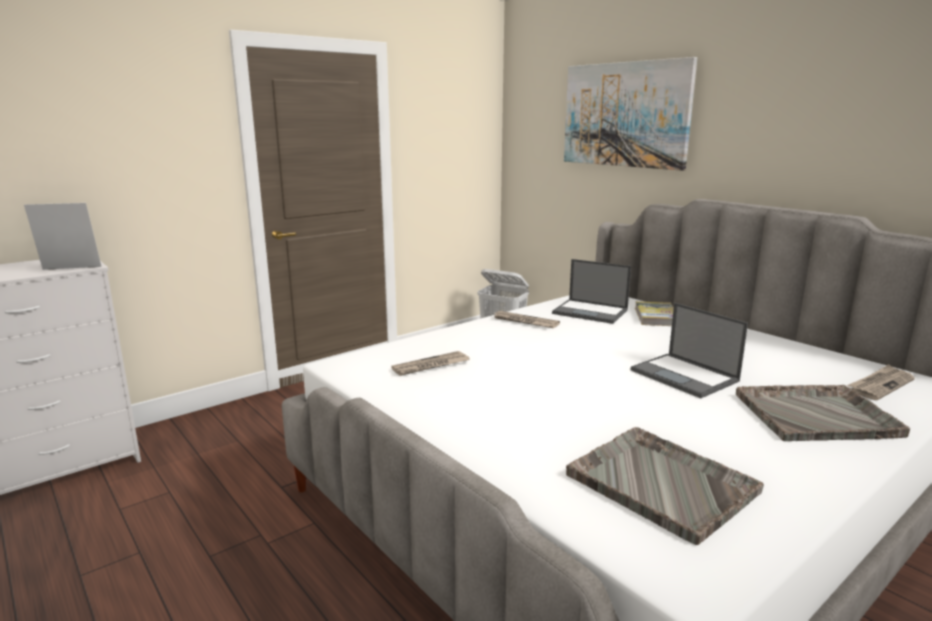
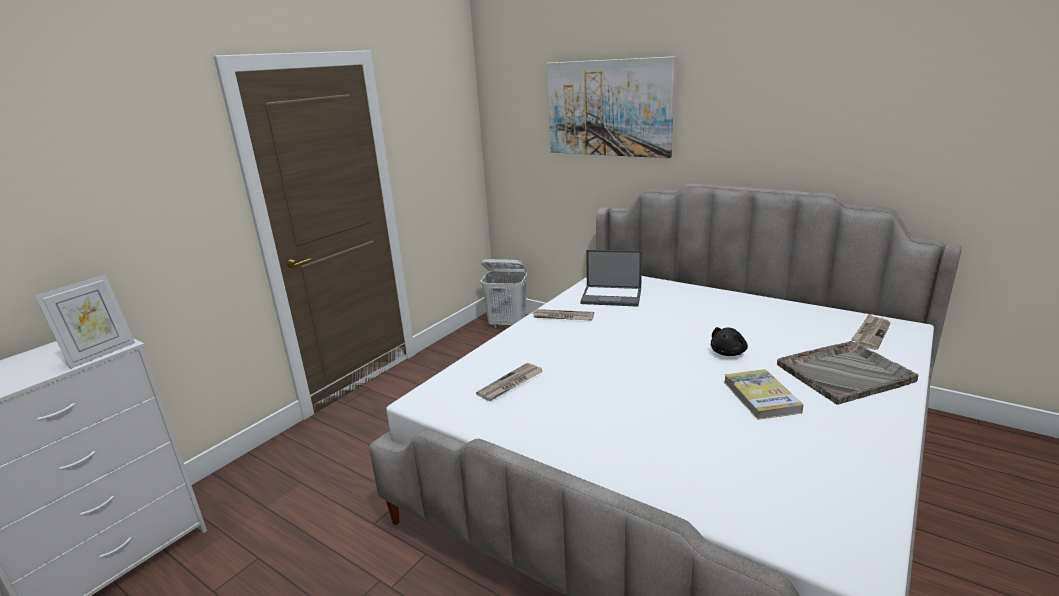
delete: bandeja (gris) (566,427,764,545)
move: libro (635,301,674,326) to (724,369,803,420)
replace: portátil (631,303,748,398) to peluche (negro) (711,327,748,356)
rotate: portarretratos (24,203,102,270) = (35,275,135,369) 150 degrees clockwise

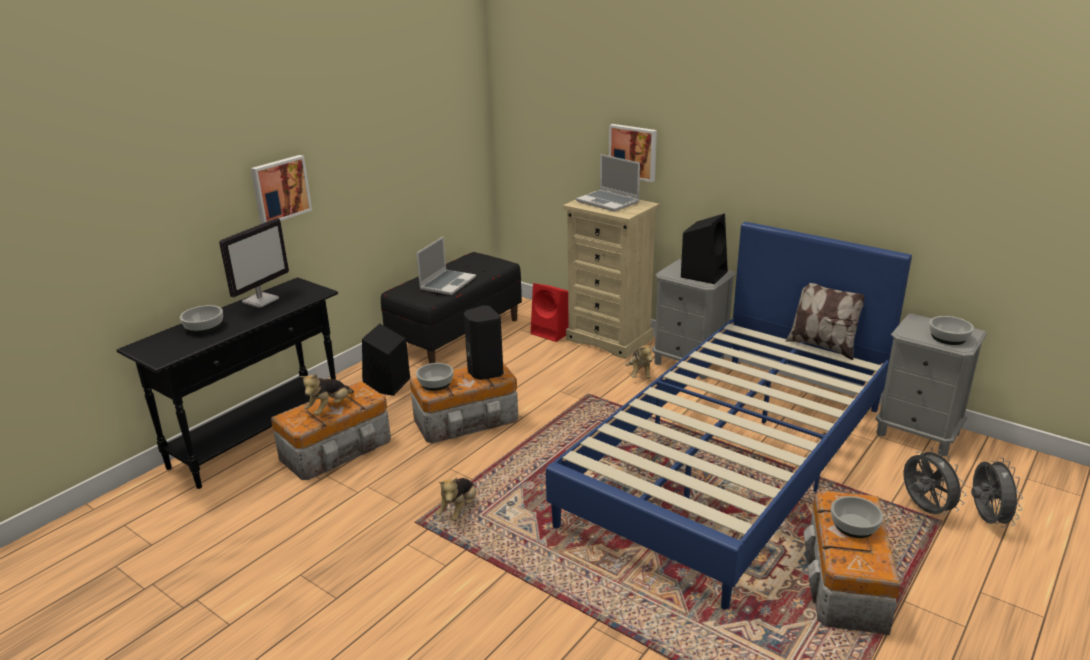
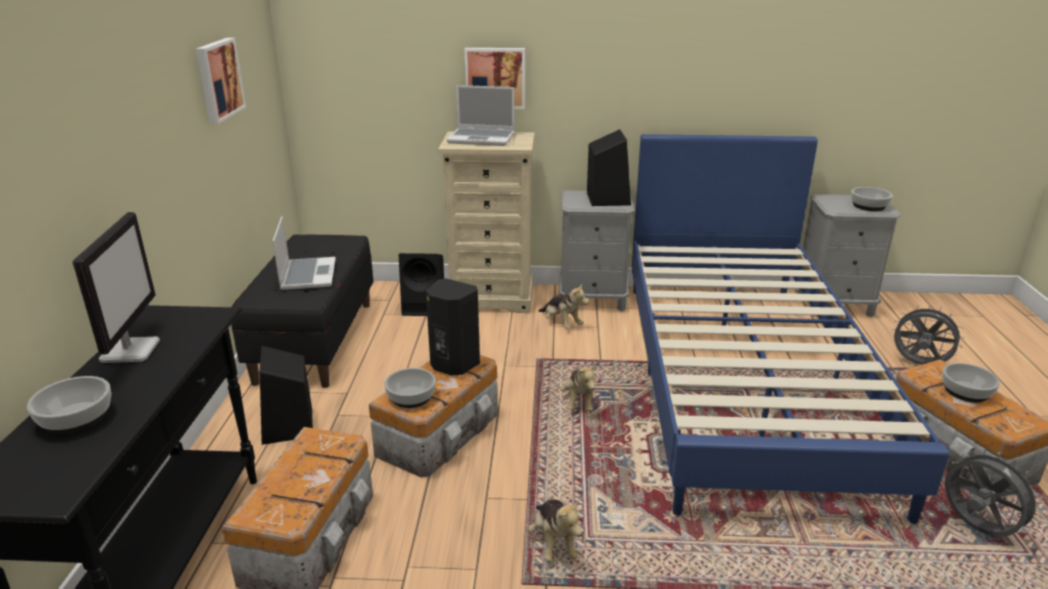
delete: cojín (785,283,865,360)
move: cuadro (251,155,312,224) to (196,38,246,124); peluche (300,374,354,416) to (560,363,596,412); ventilador (gris) (971,457,1023,528) to (945,449,1044,537)
recolor: altavoz (rojo) (531,283,569,342) to altavoz (negro) (399,253,444,316)

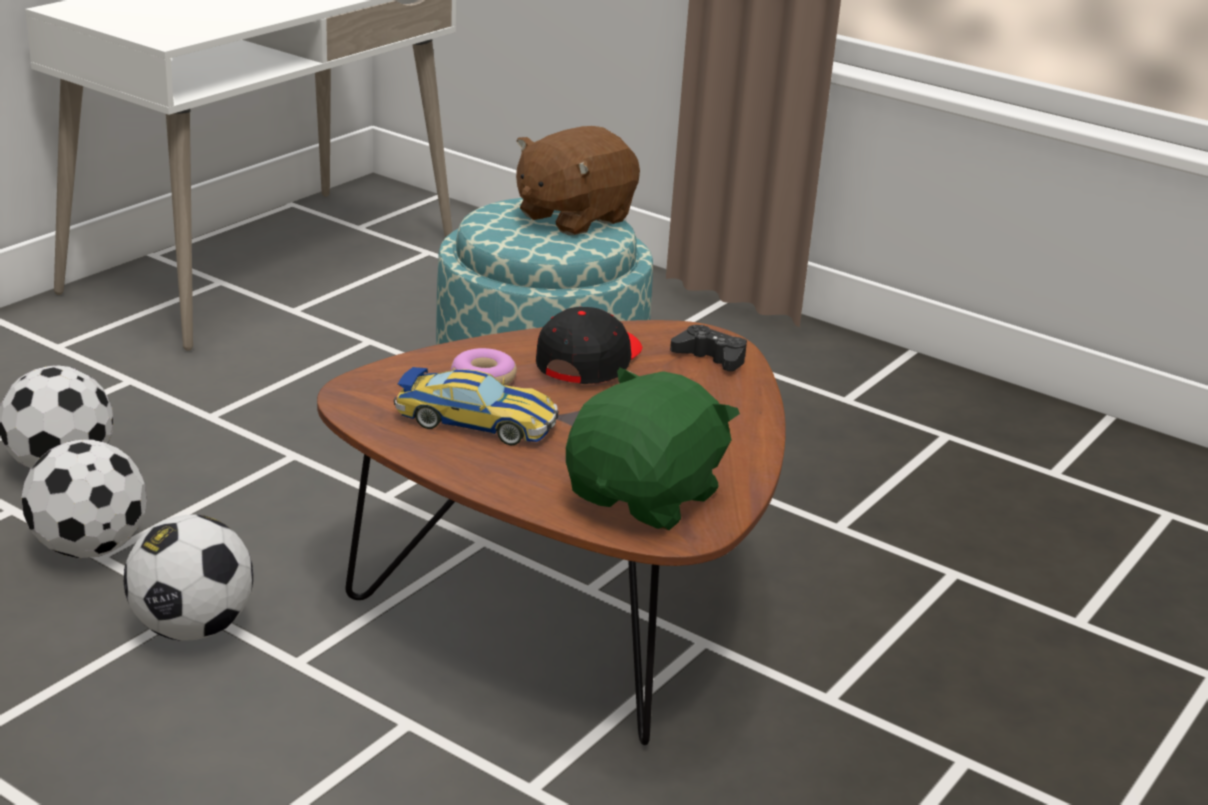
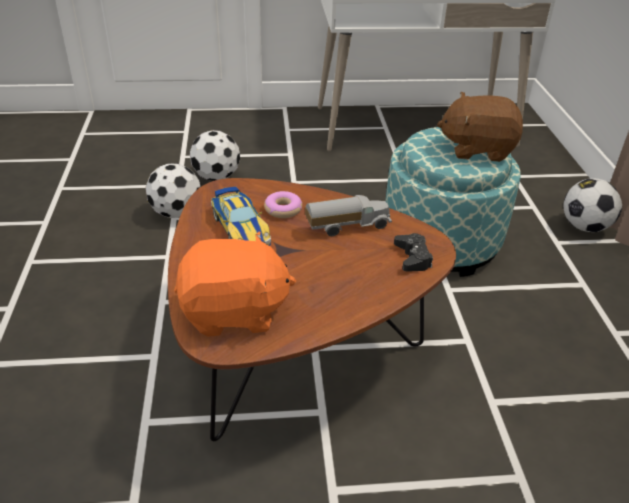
move: balón de fútbol (124,515,253,641) to (563,178,622,232)
replace: gorra (negro) (536,307,642,384) to camión de juguete (305,195,392,236)
recolor: peluche (verde) (566,367,740,530) to peluche (naranja) (174,231,296,337)

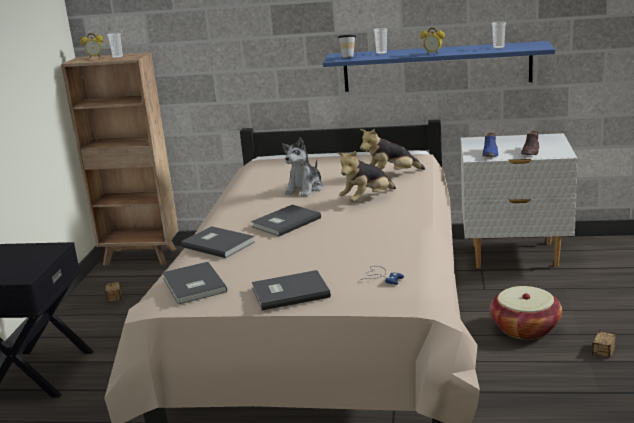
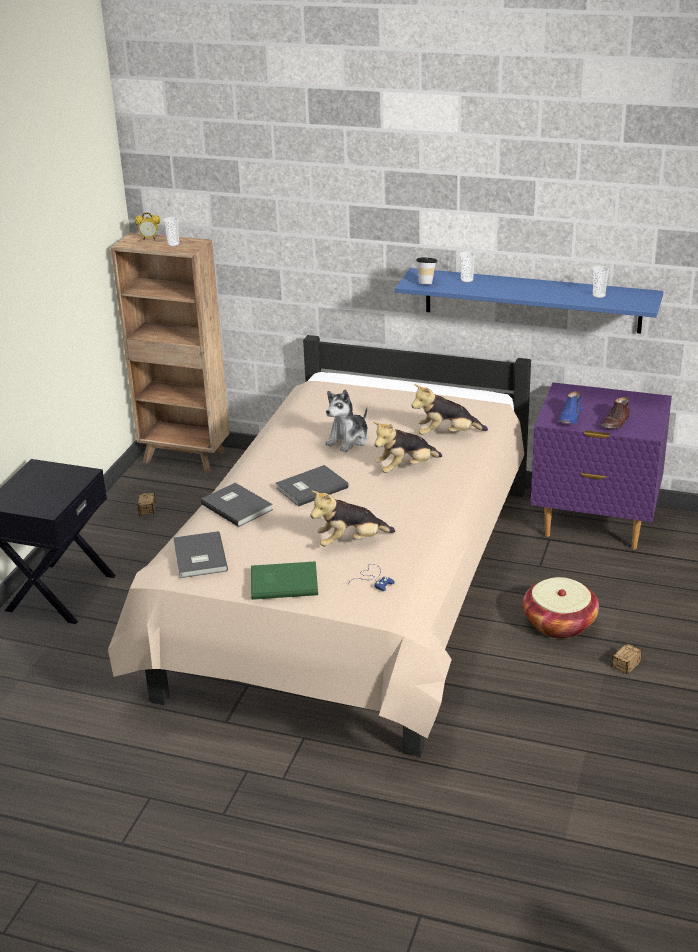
delete: despertador (420,28,445,54)
insert: peluche (310,491,395,546)
recolor: mesita de noche (blanco) (461,133,578,269) to mesita de noche (morado) (531,382,672,550); libro (gris) (252,270,331,311) to libro (verde) (251,561,318,600)

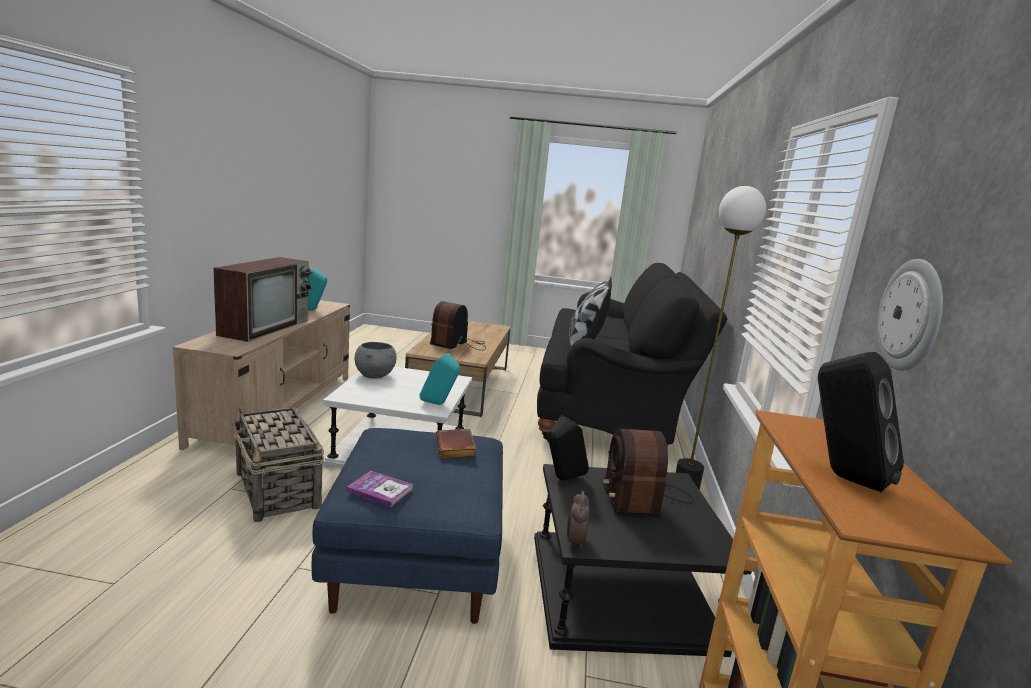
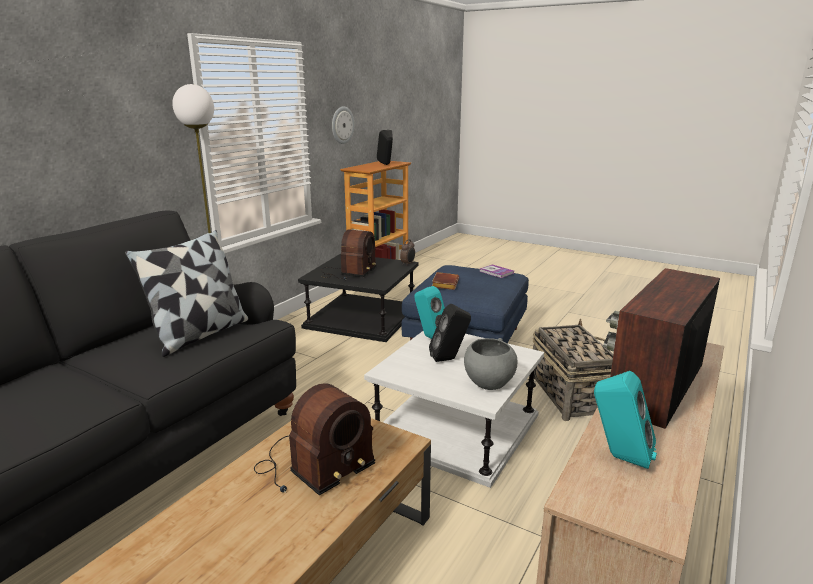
move: altavoz (negro) (548,415,589,480) to (429,304,471,362)

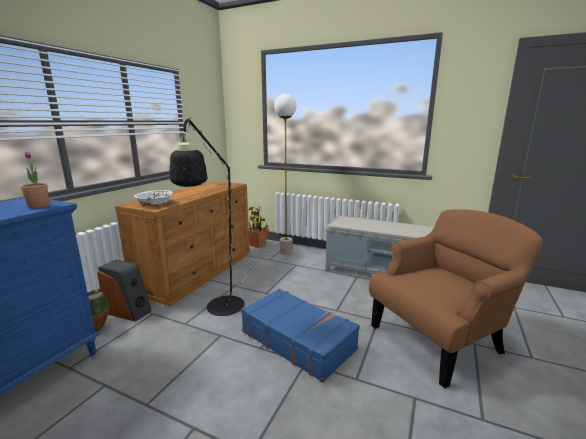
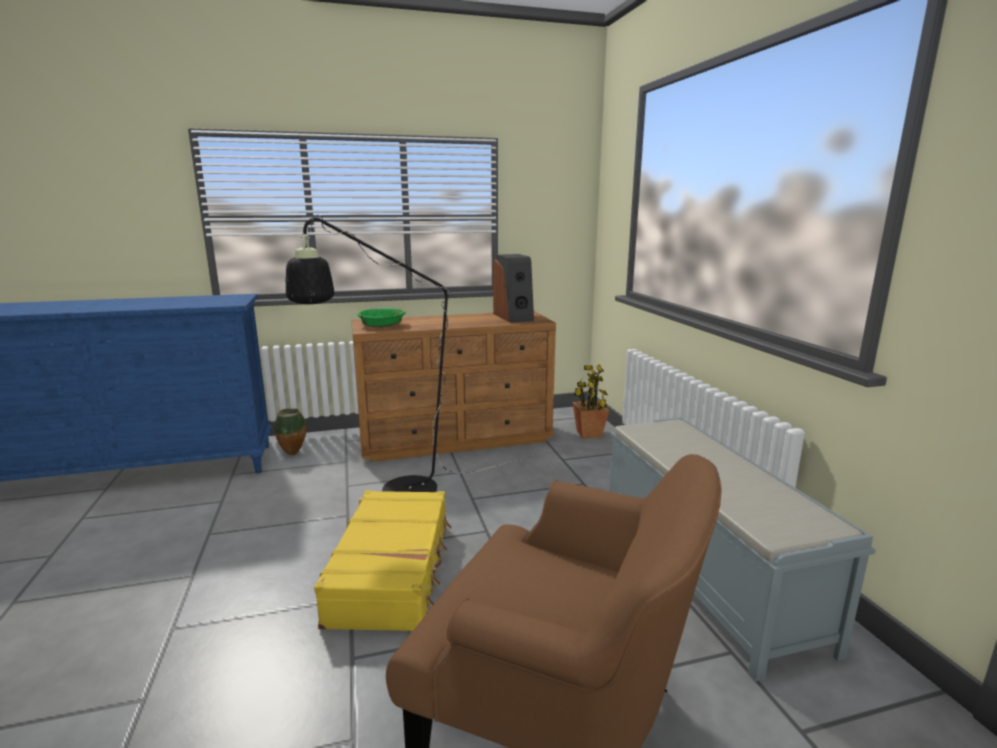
delete: lámpara de pie (274,93,296,255); planta en maceta (20,152,49,208)
move: altavoz (97,259,152,321) to (493,254,534,323)
recolor: cuenco (blanco) (134,190,173,206) to cuenco (verde) (357,308,406,327); maleta (azul) (241,289,360,383) to maleta (amarillo) (314,490,451,631)

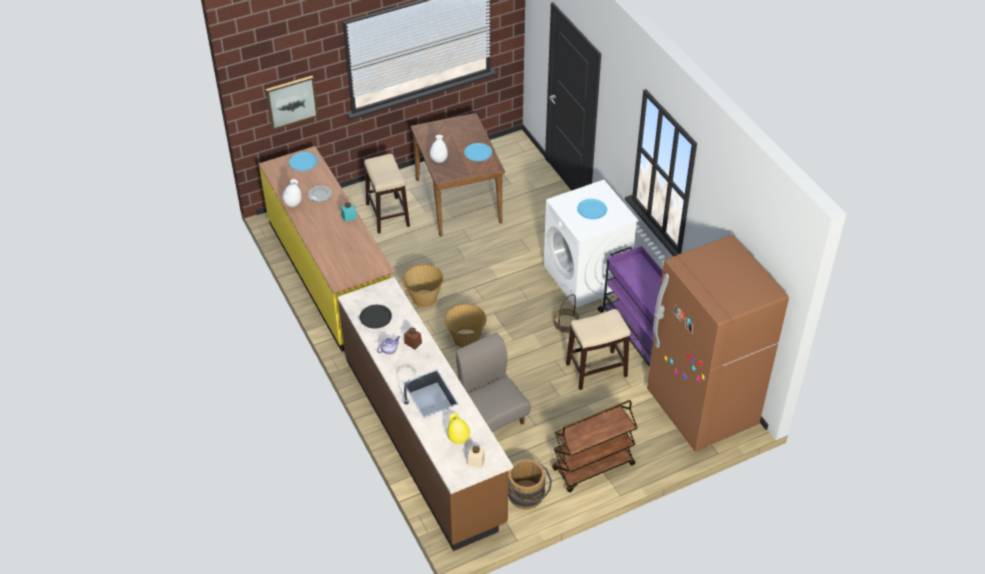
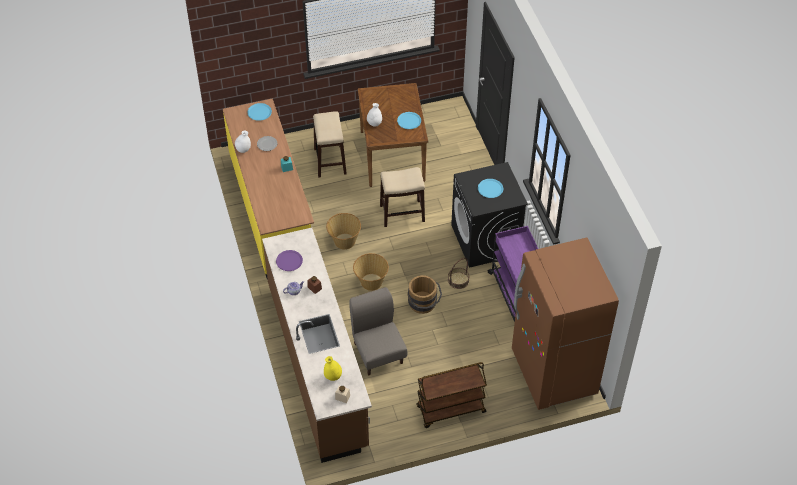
delete: cuadro (266,76,318,130)
move: taburete (566,309,631,390) to (380,167,425,227); cubo (marrón) (508,459,552,510) to (407,275,442,314)
recolor: lavadora (blanco) (544,180,639,308) to lavadora (negro) (451,162,528,268); plato (negro) (360,305,392,329) to plato (morado) (276,250,303,271)

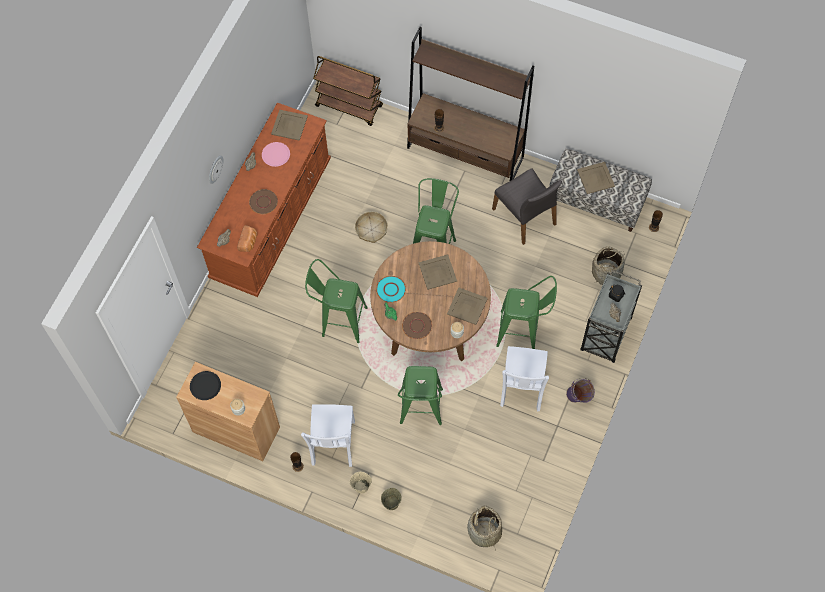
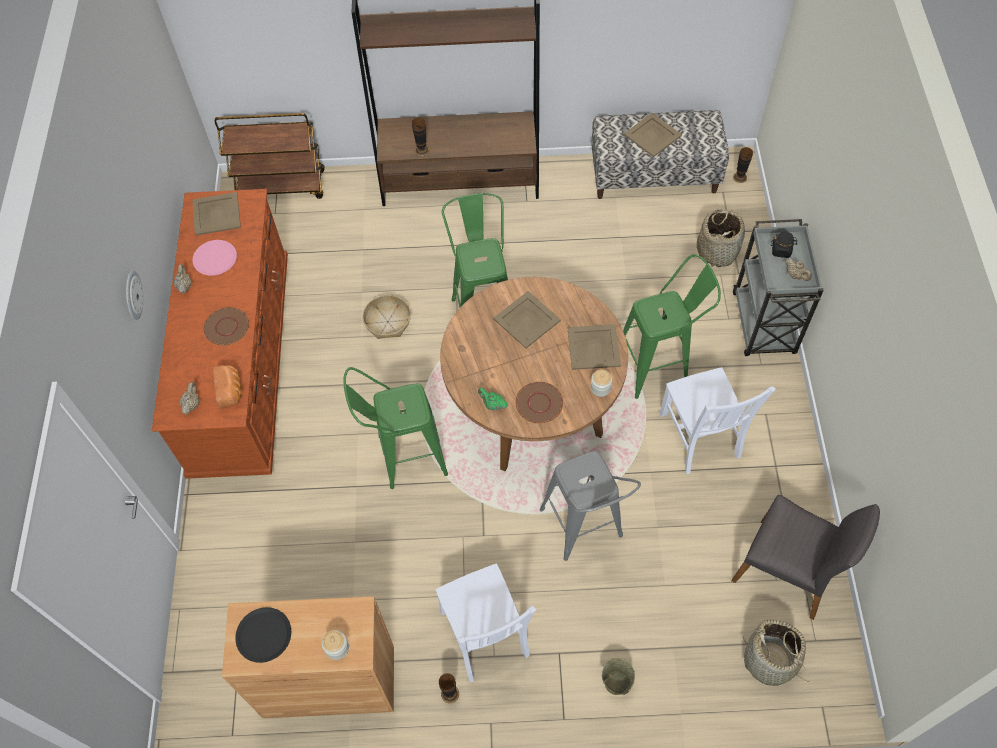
delete: plato (turquesa) (376,276,406,303); cubo (morado) (566,378,595,403); cubo (beis) (350,472,372,494)
move: silla (gris) (492,168,562,245) to (732,495,880,620)
recolor: taburete (verde) (398,366,443,425) to taburete (gris) (540,451,641,561)

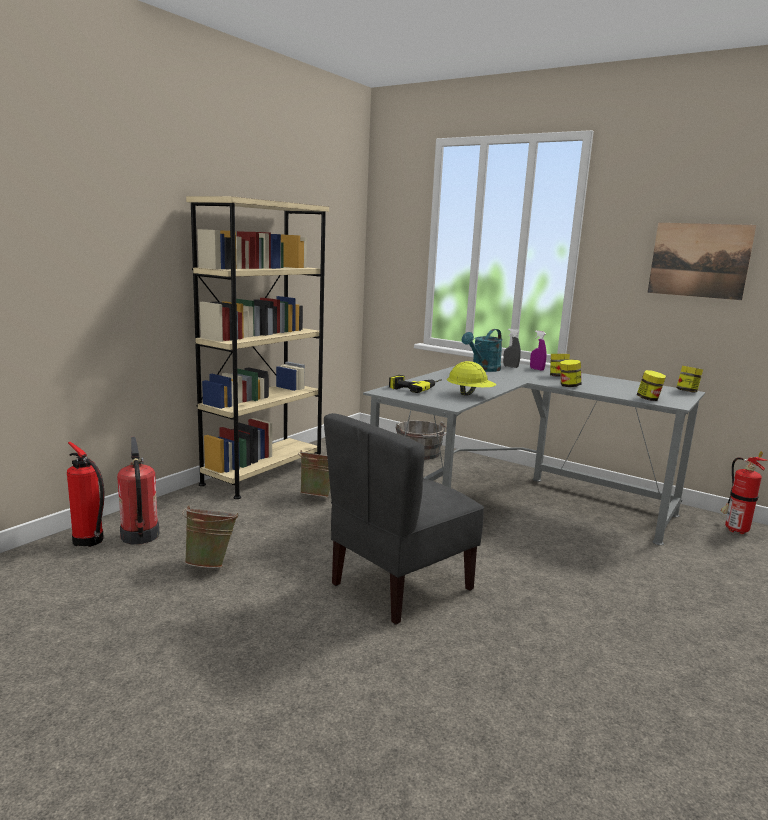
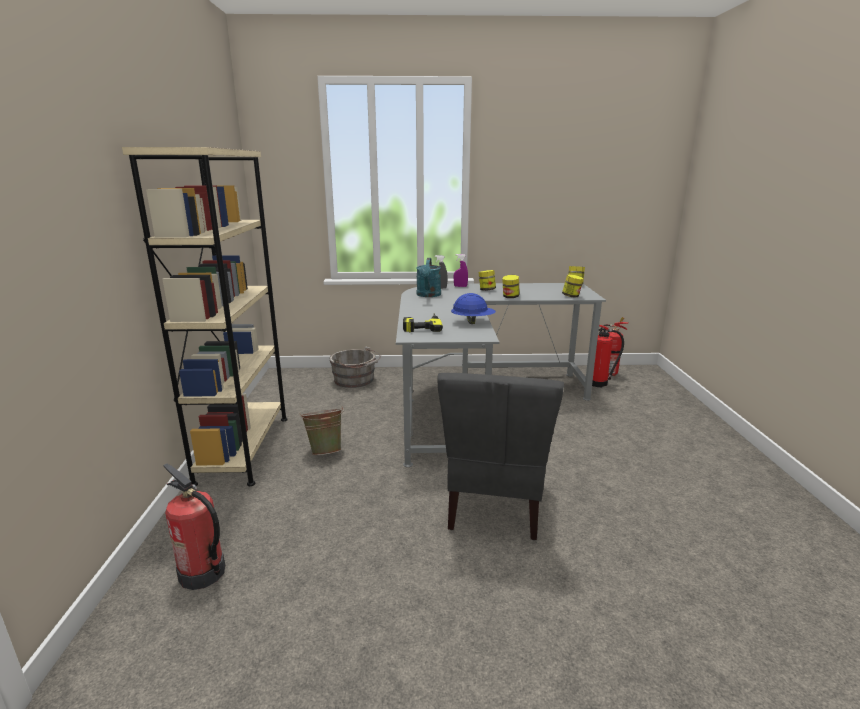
delete: cuadro (648,223,756,300); cubo (verde) (182,506,239,568)
move: extintor (67,442,105,547) to (592,325,624,387)
recolor: casco (amarillo) (447,361,496,396) to casco (azul) (451,293,496,324)

